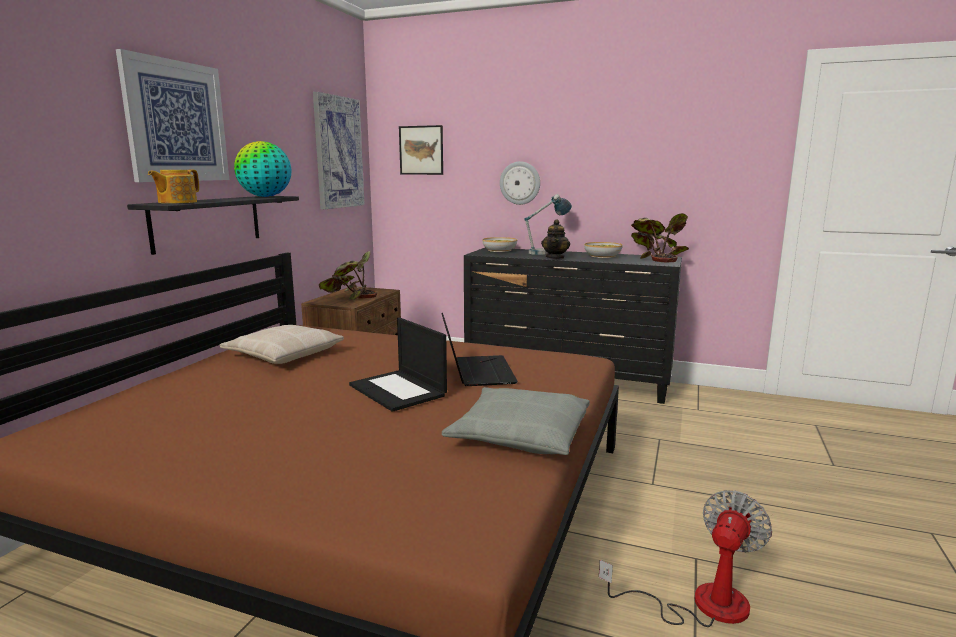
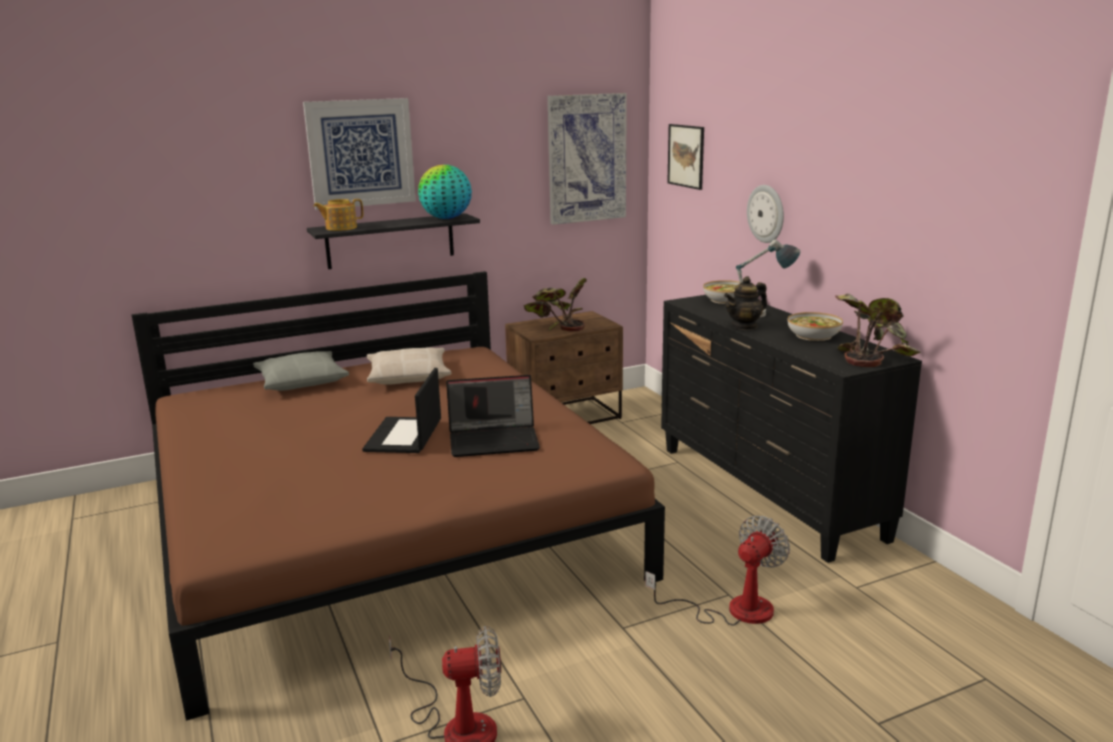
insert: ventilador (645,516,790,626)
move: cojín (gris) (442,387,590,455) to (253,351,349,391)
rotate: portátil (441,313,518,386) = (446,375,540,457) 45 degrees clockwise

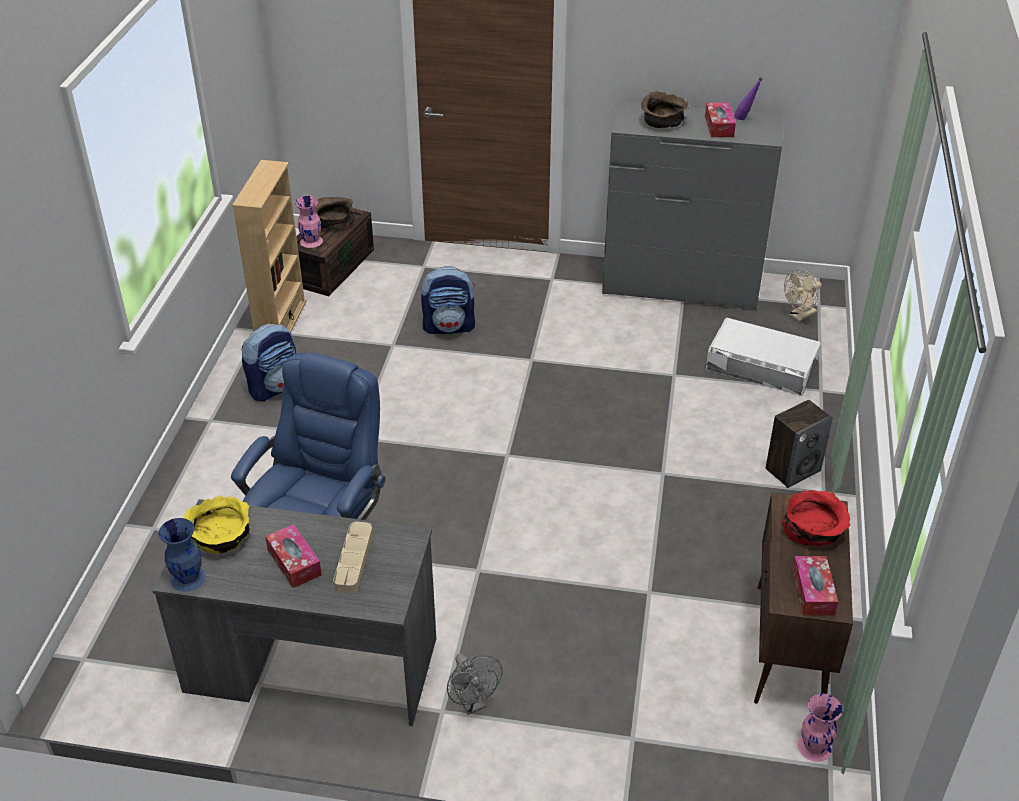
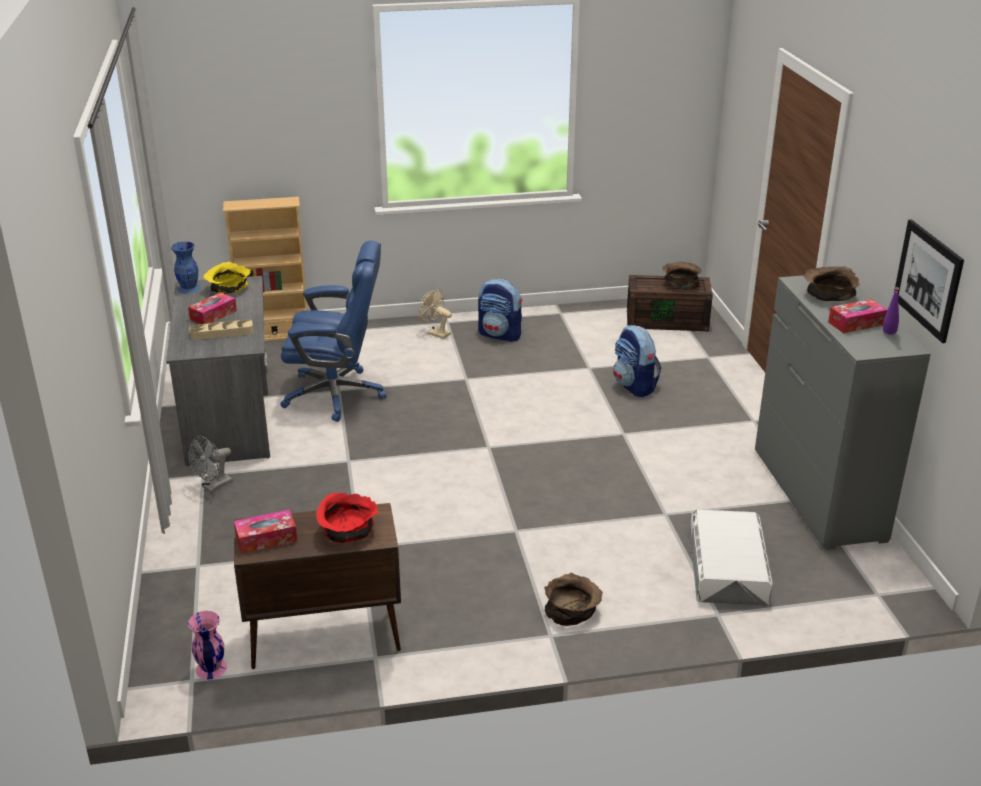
delete: florero (rosa) (295,196,323,248)
insert: cuadro (894,219,964,343)
move: estantería (beis) (232,160,307,332) to (223,197,308,341); ventilador (beis) (784,269,821,321) to (418,289,452,339)
replace: altavoz (766,400,833,488) to cuenco (marrón) (544,573,603,626)

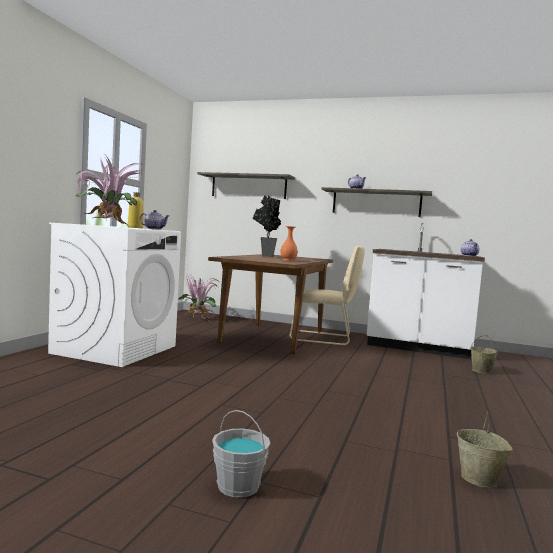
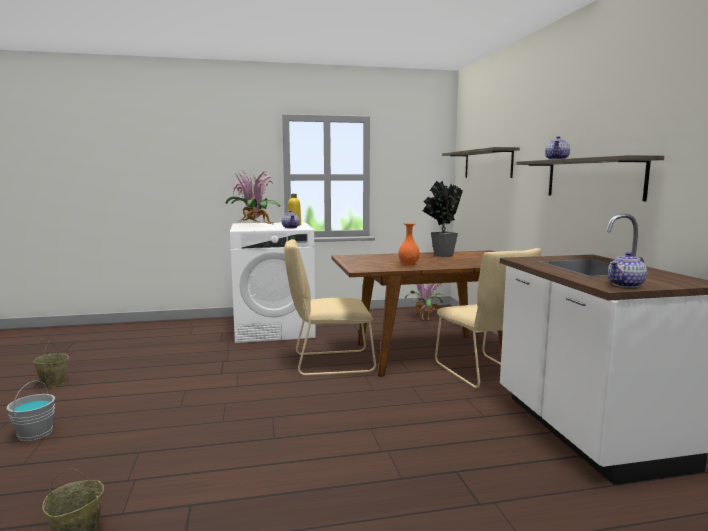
insert: silla (beis) (284,239,376,376)
move: cubo (beis) (471,335,498,374) to (33,341,69,387)

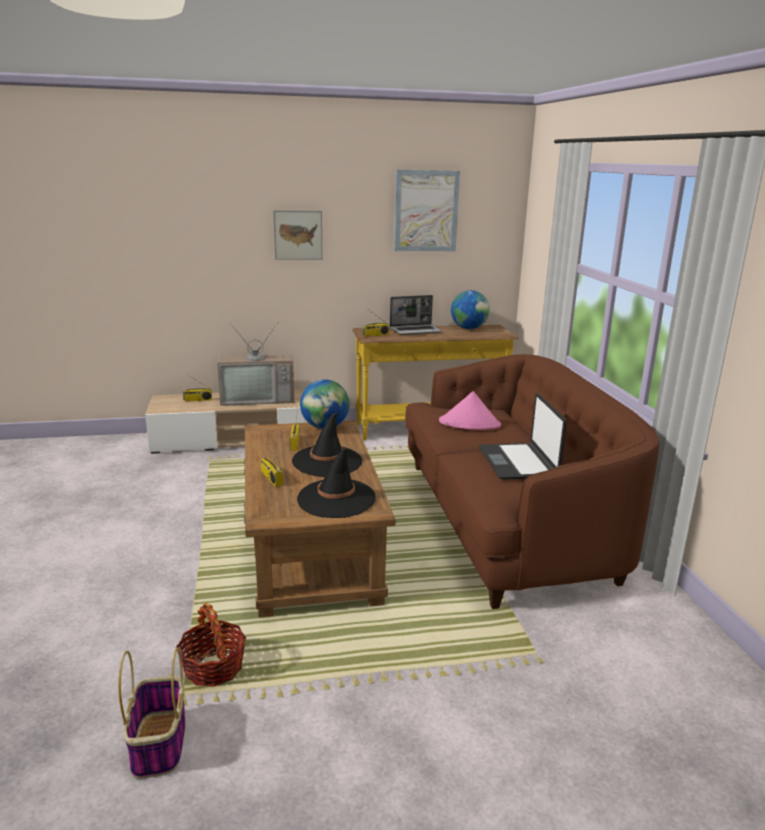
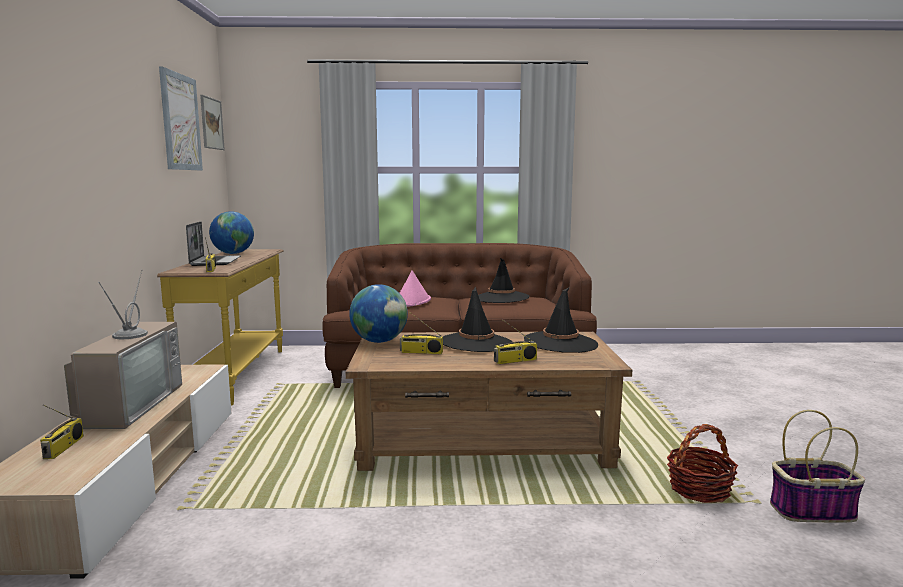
move: cuadro (273,210,322,260) to (200,95,225,150)
replace: portátil (479,393,567,480) to sombrero (negro) (478,258,529,303)

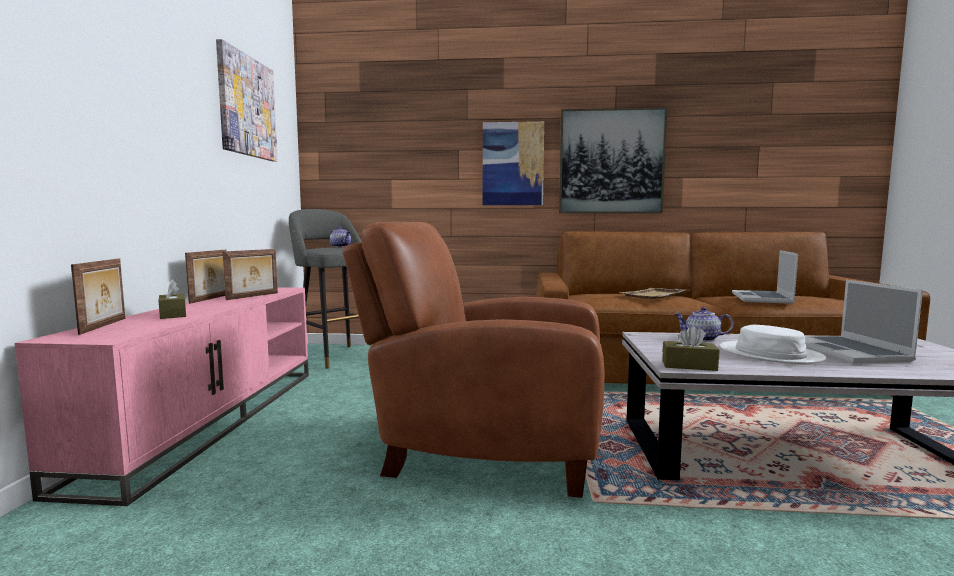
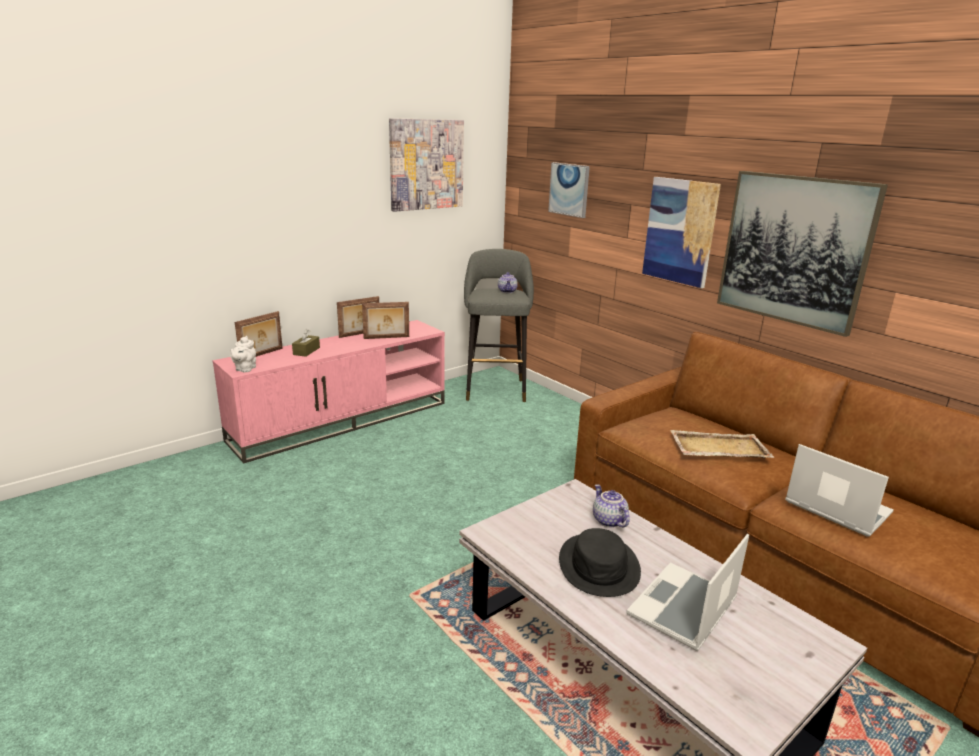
delete: sillón (marrón) (342,222,604,498); caja de pañuelos (marrón) (662,325,719,371)
insert: cuadro (548,162,590,218); tetera (blanco) (230,336,256,372)
recolor: sombrero (blanco) (720,325,826,364) to sombrero (negro) (559,528,641,597)
rotate: portátil (732,250,798,304) = (785,444,894,537) 75 degrees clockwise

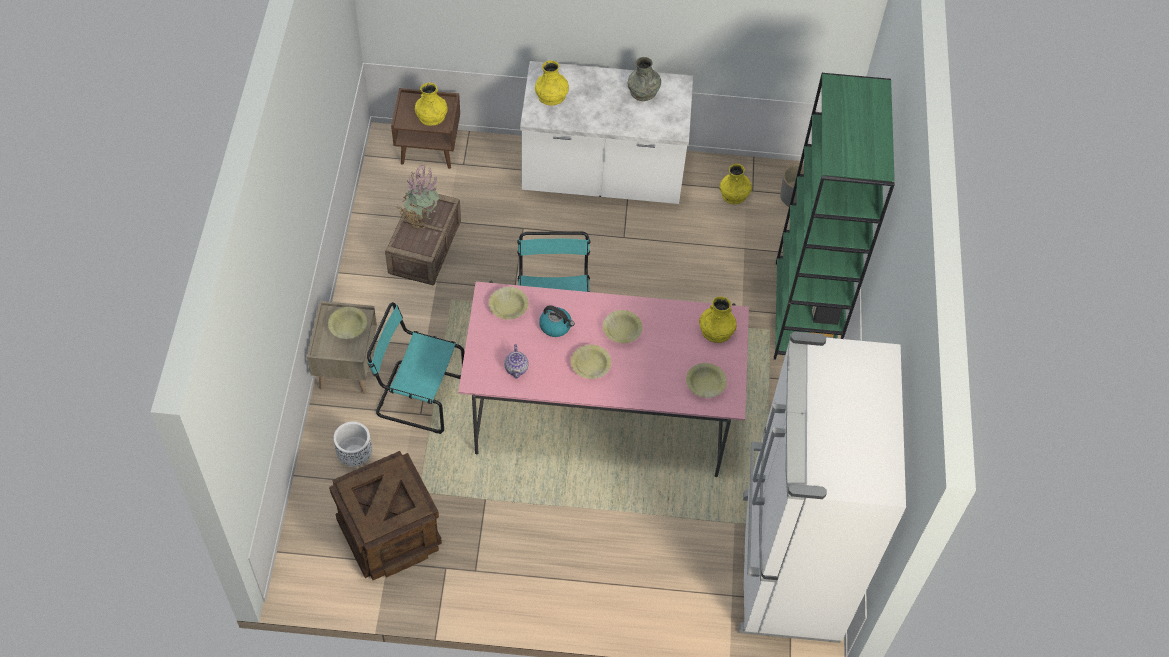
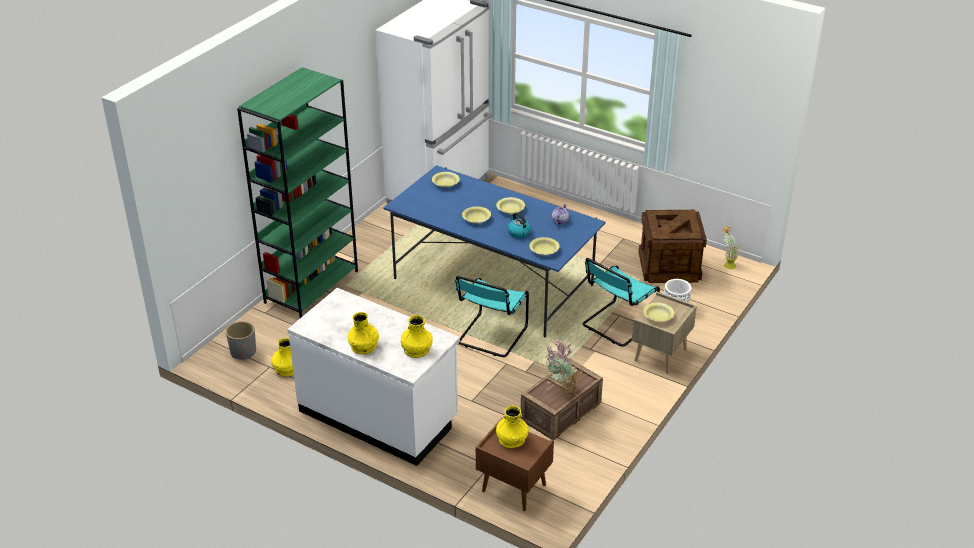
delete: florero (gris) (628,57,661,101)
insert: planta en maceta (722,226,739,269)
move: florero (amarillo) (699,297,737,343) to (348,312,379,355)
recolor: mesa de comedor (rosa) (458,281,749,477) to mesa de comedor (azul) (383,165,606,337)
rotate: silla (turquesa) (367,302,465,434) = (583,258,660,347) 90 degrees clockwise

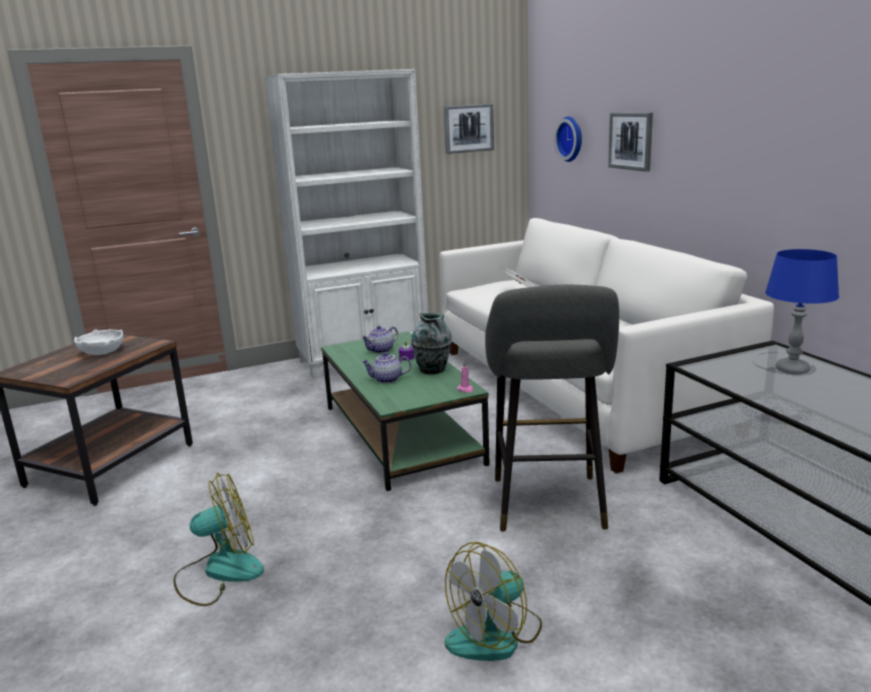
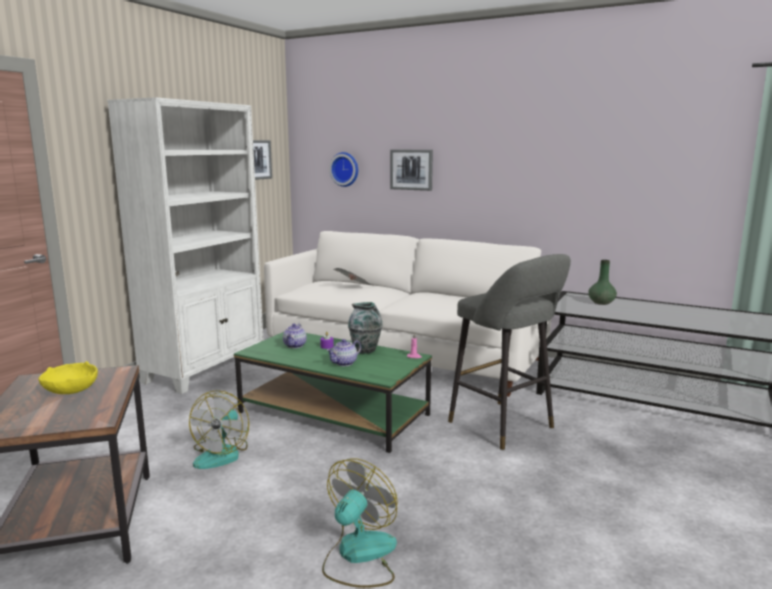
move: ventilador (445,542,542,661) to (189,390,249,469)
replace: lámpara de mesa (azul) (765,249,839,375) to florero (verde) (588,260,617,305)
recolor: cuenco (blanco) (74,329,123,355) to cuenco (amarillo) (38,361,98,394)

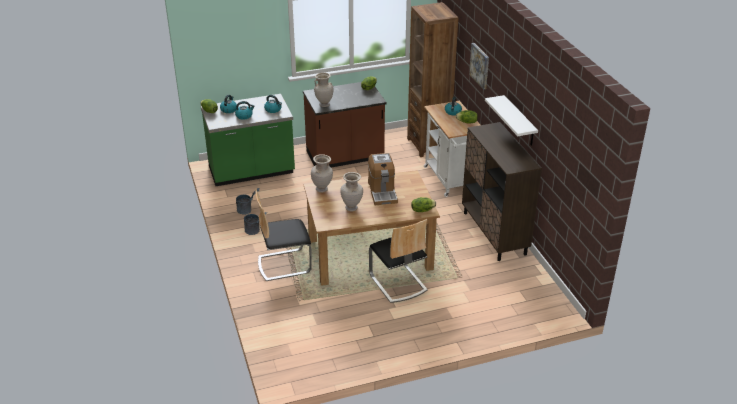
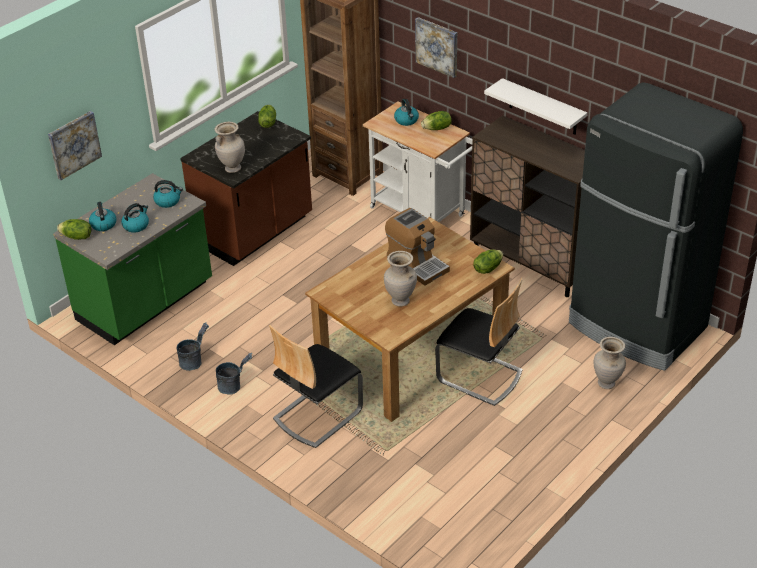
insert: nevera (negro) (569,82,743,371); cuadro (48,111,102,180)
move: florero (beis) (311,154,333,193) to (593,337,626,389)

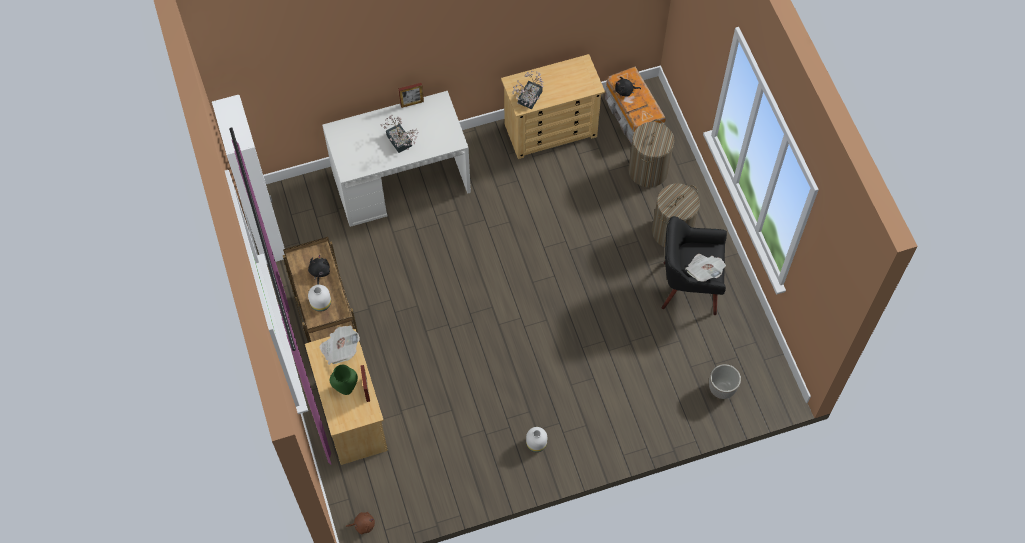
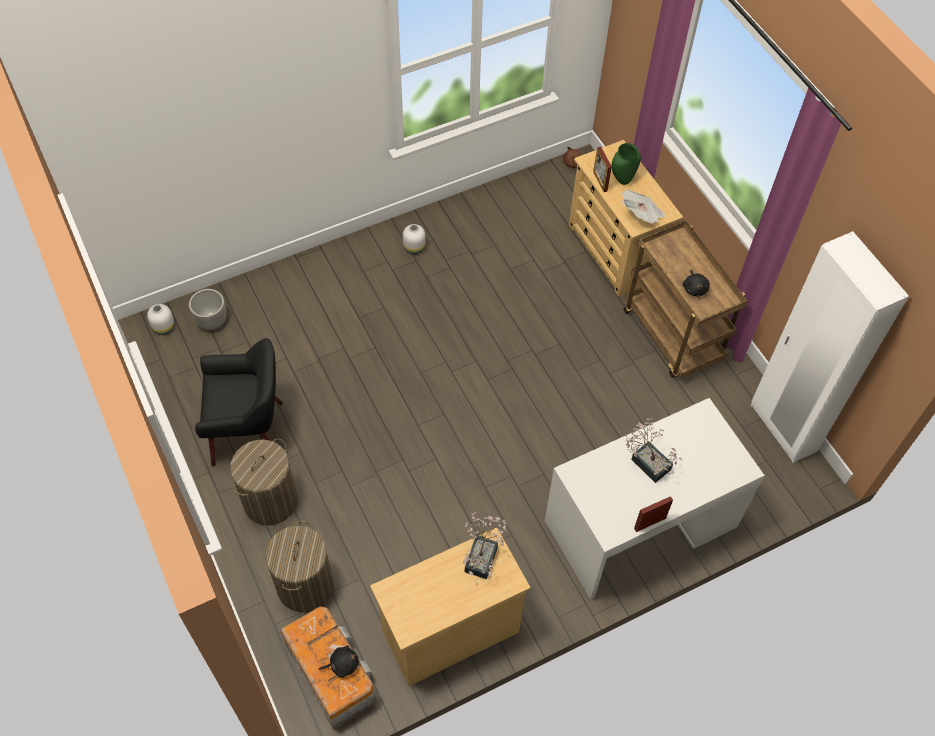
delete: periódico (685,254,726,281)
move: florero (blanco) (308,285,331,312) to (147,304,175,335)

